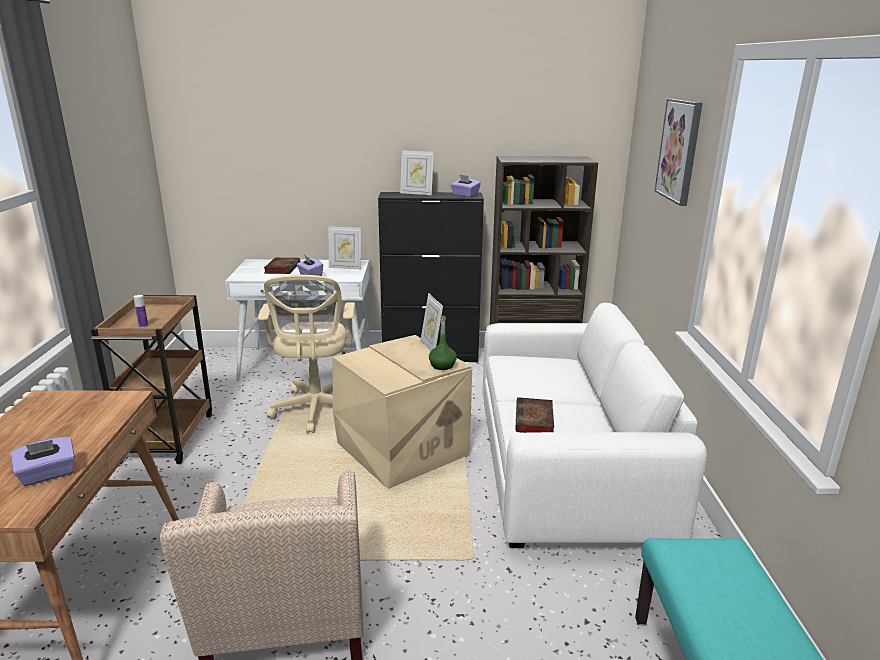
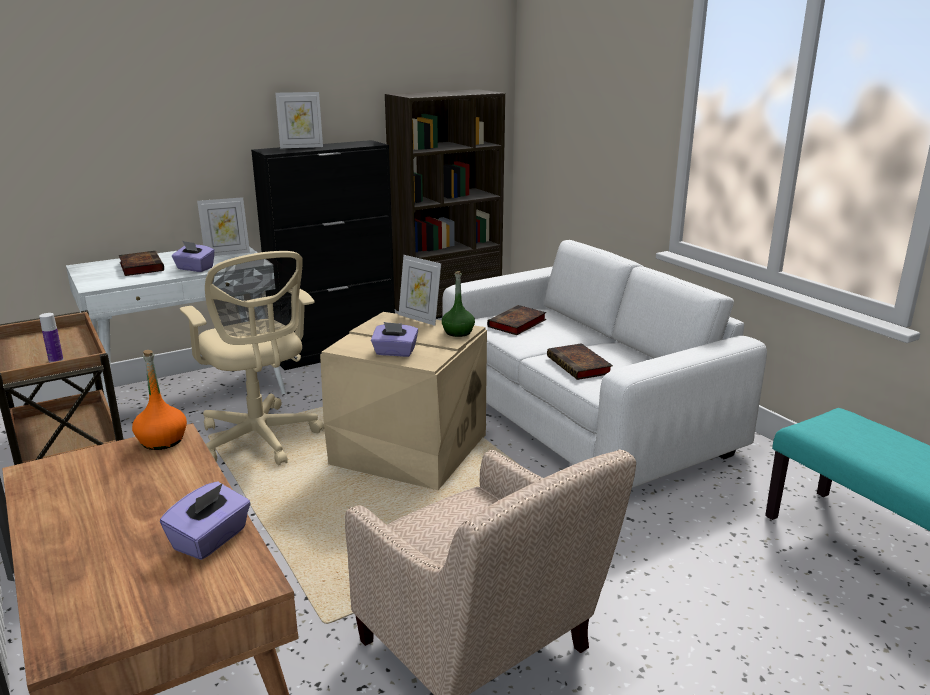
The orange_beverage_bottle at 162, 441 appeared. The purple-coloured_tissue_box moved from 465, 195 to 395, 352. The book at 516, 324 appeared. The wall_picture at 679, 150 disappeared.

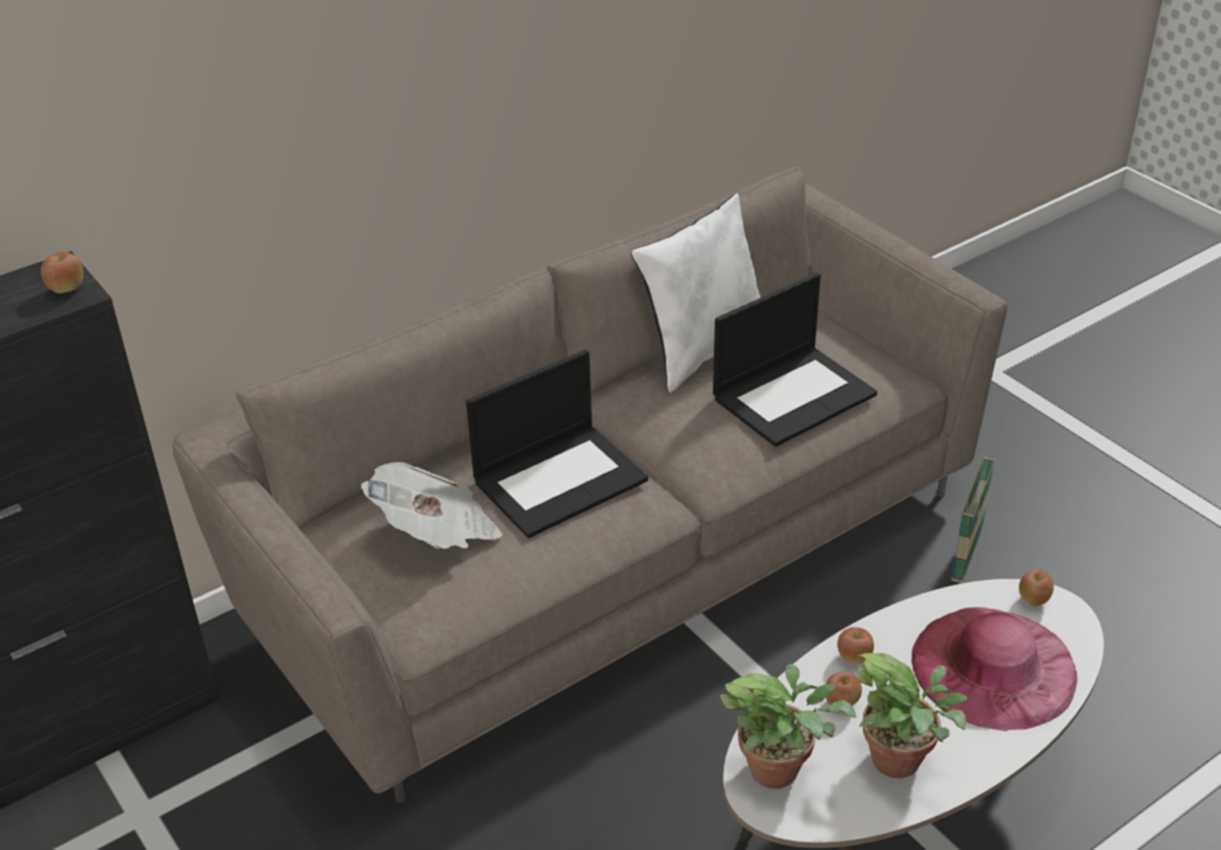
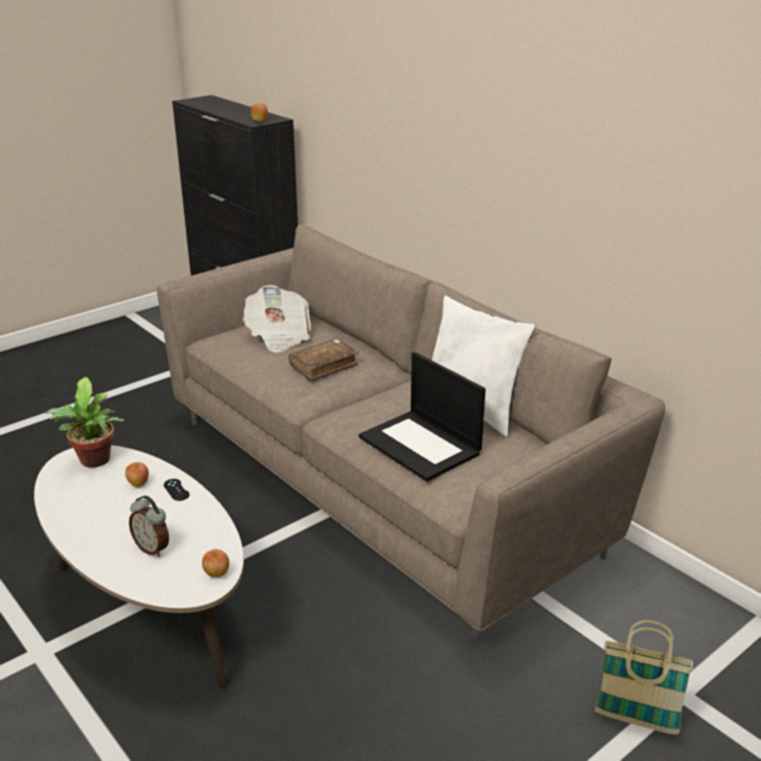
The pinkish_wearable_hat at 993, 667 was replaced by the bedside_clock at 153, 548. The apple at 854, 658 was replaced by the black_gamepad at 176, 490. The notebook_computer at 560, 479 was replaced by the brown_book at 323, 366. The basket moved from 966, 557 to 636, 721. The plant_in_a_pot at 902, 762 disappeared.

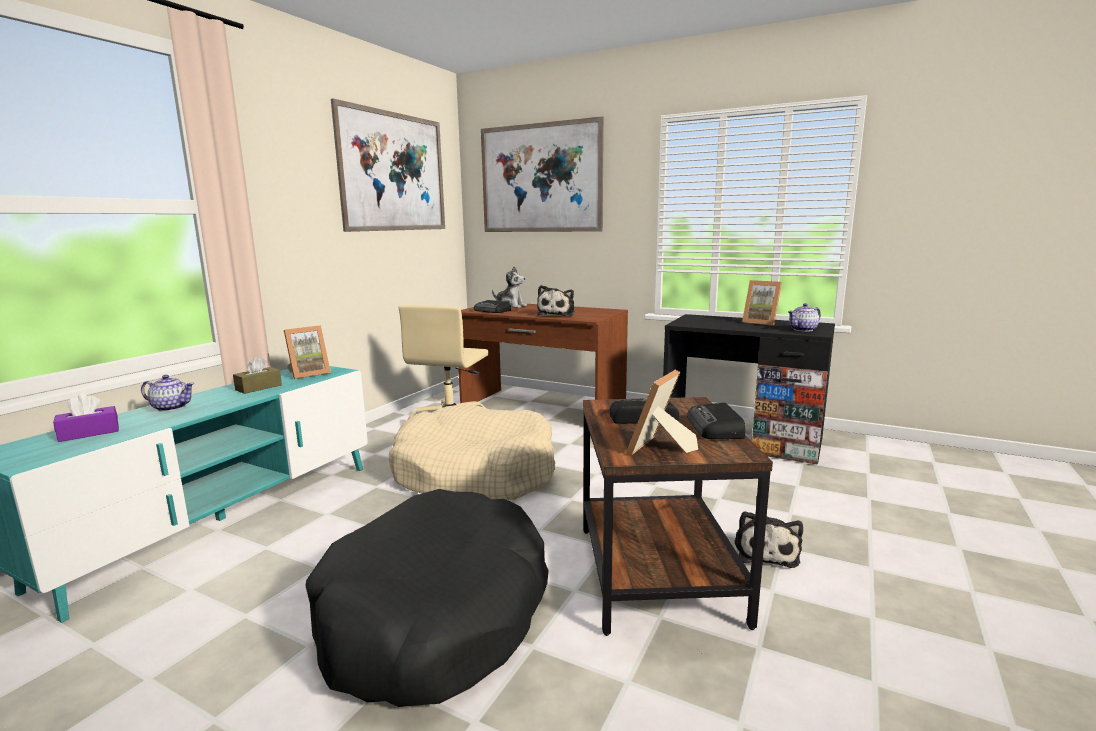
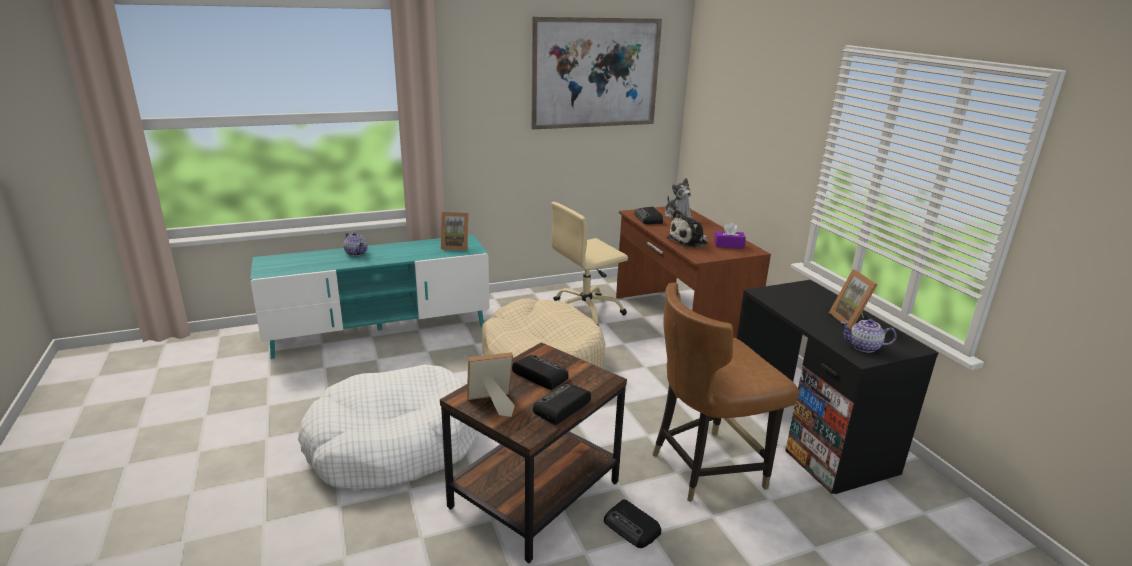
The black_dog_cushion at 435, 615 became the whitish_dog_cushion at 393, 444. The cuddly_toy at 765, 551 was replaced by the radio at 632, 528. The brown_upright_chair at 706, 467 appeared. The purple-coloured_tissue_box moved from 89, 433 to 729, 245. The brown_tissue_box at 258, 387 disappeared. The wall_picture at 540, 178 disappeared.

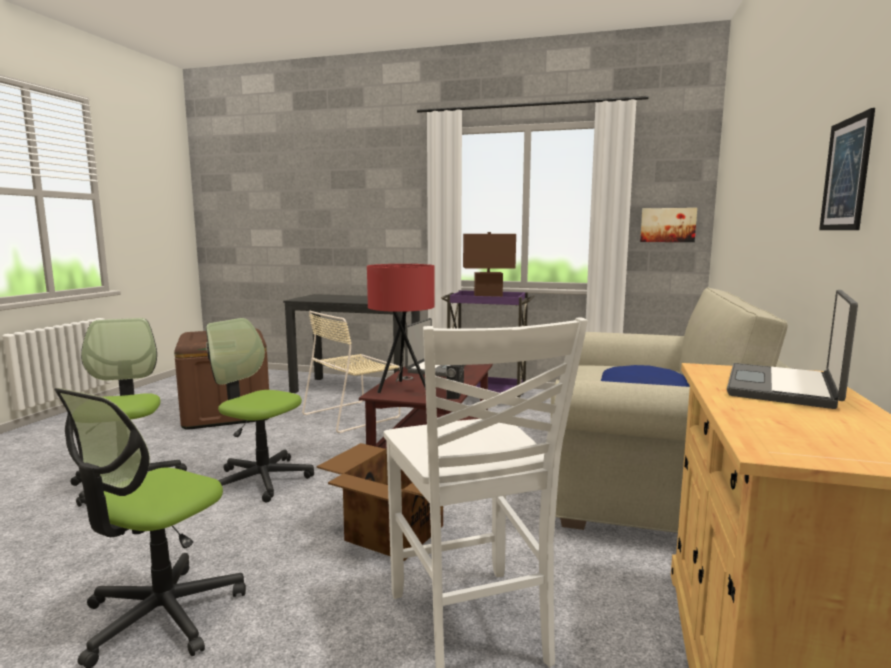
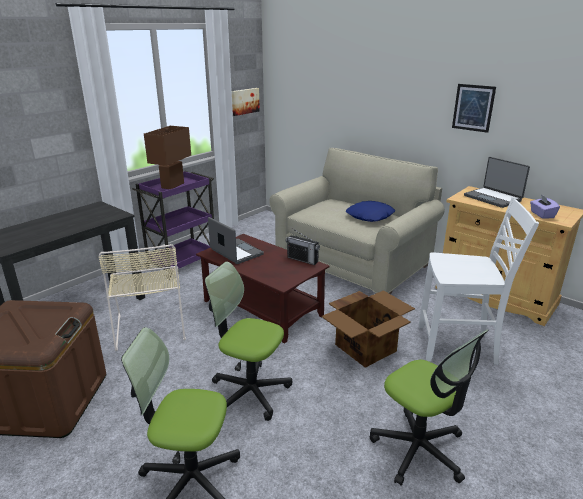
The desk_chair at 261, 480 turned 60 degrees clockwise. The purple-coloured_tissue_box at 541, 215 appeared. The red_tabletop_lamp at 403, 388 disappeared.

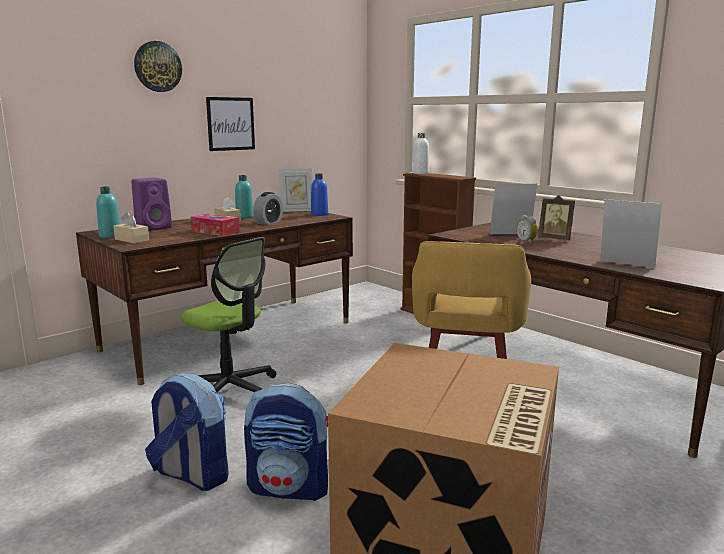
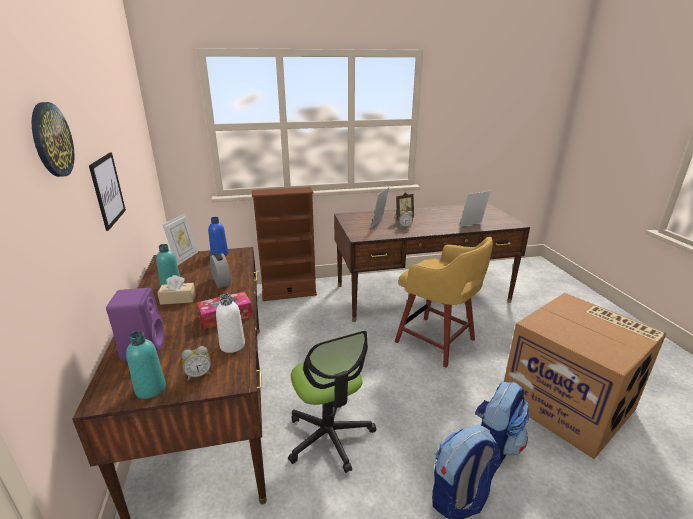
The beige_tissue_box at 132, 240 was replaced by the bedside_clock at 199, 375. The whitish_beverage_bottle moved from 420, 173 to 232, 345. The desk_chair at 230, 390 turned 90 degrees clockwise.

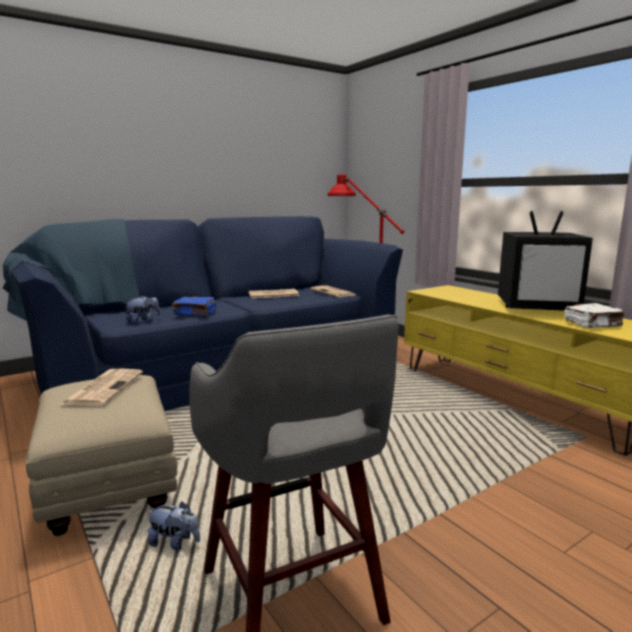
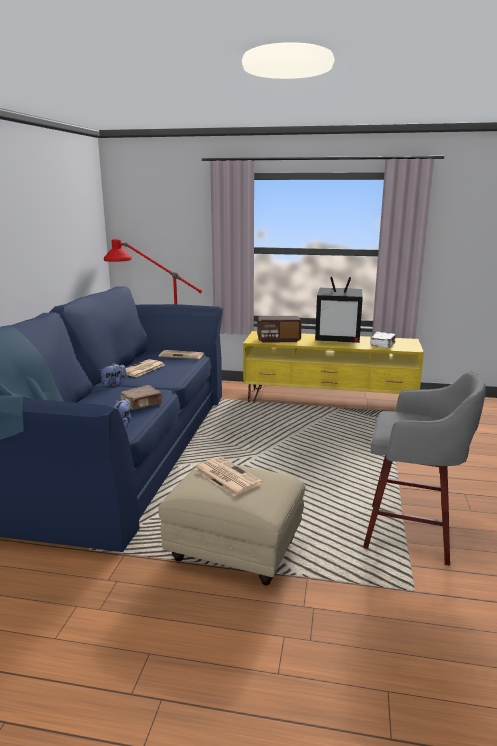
The cuddly_toy moved from 175, 543 to 114, 383. The bluish_book at 195, 314 became the brown_book at 142, 404. The radio at 278, 340 appeared. The TV at 537, 308 turned 45 degrees clockwise.

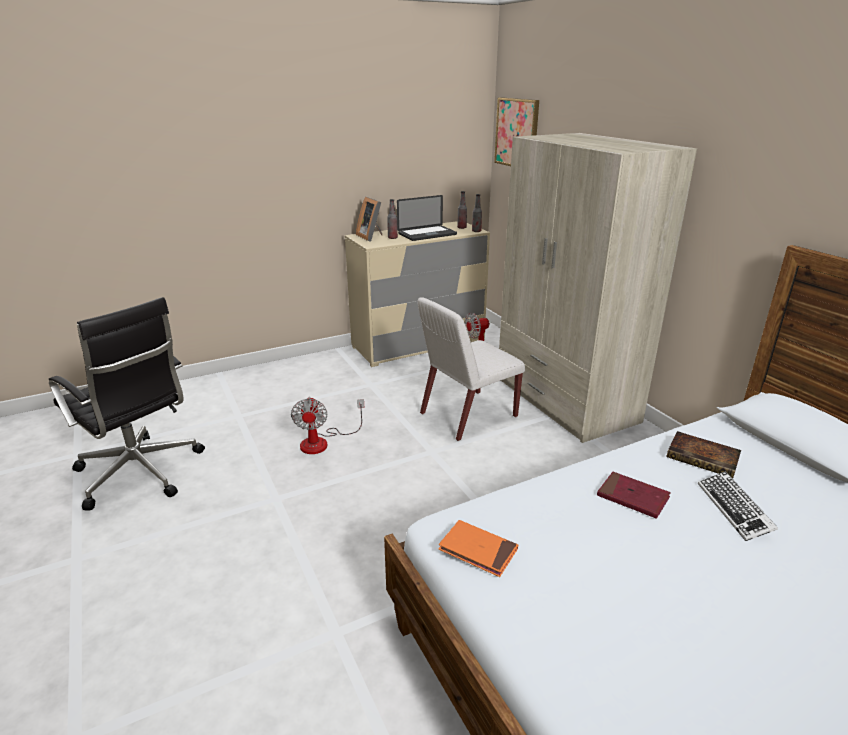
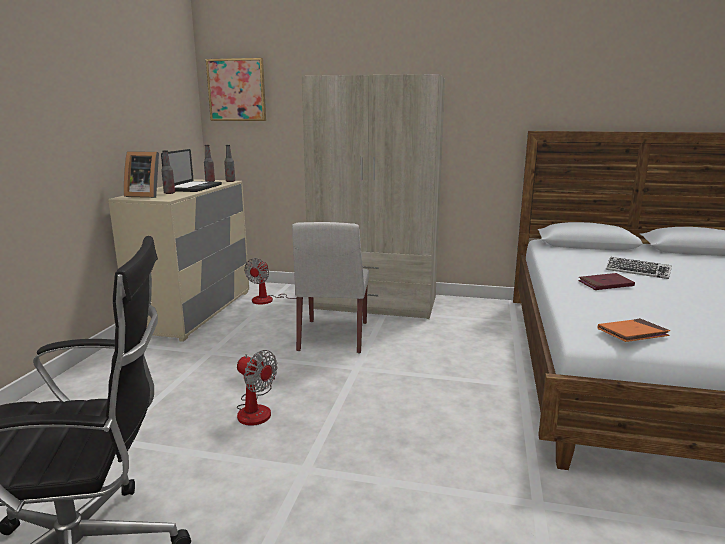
The book at 704, 458 disappeared.

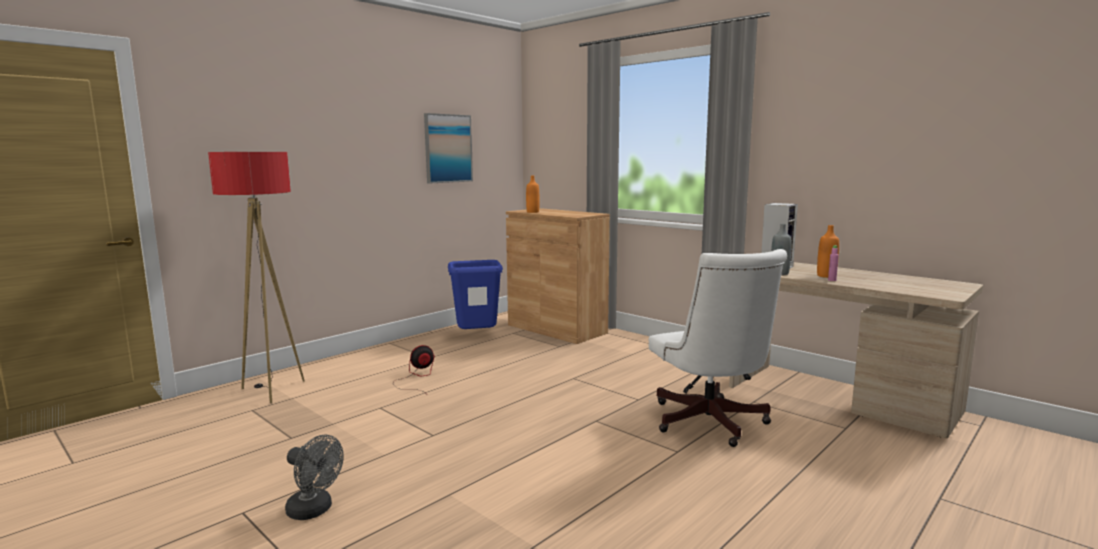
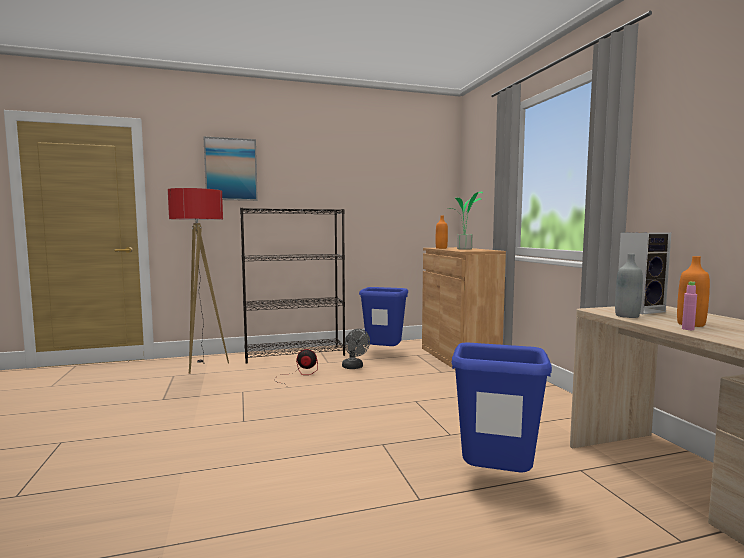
The wall_picture moved from 448, 148 to 231, 169. The black_bookshelf at 295, 354 appeared. The grey_electric_fan moved from 315, 510 to 354, 367. The plant_in_a_pot at 465, 249 appeared. The whitish_desk_chair at 710, 424 was replaced by the bluish_waste_bin at 495, 481.

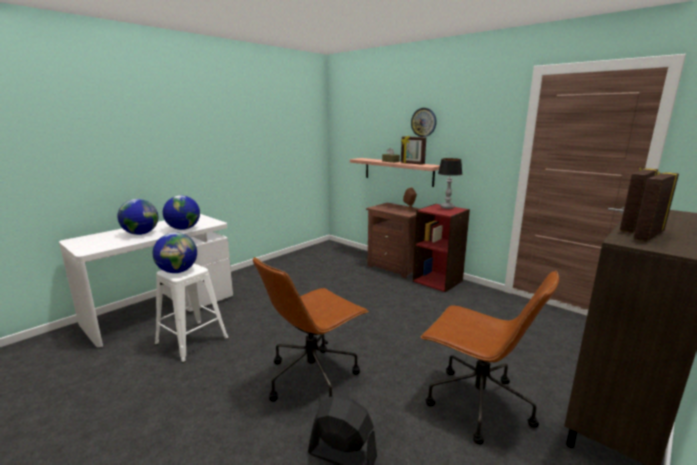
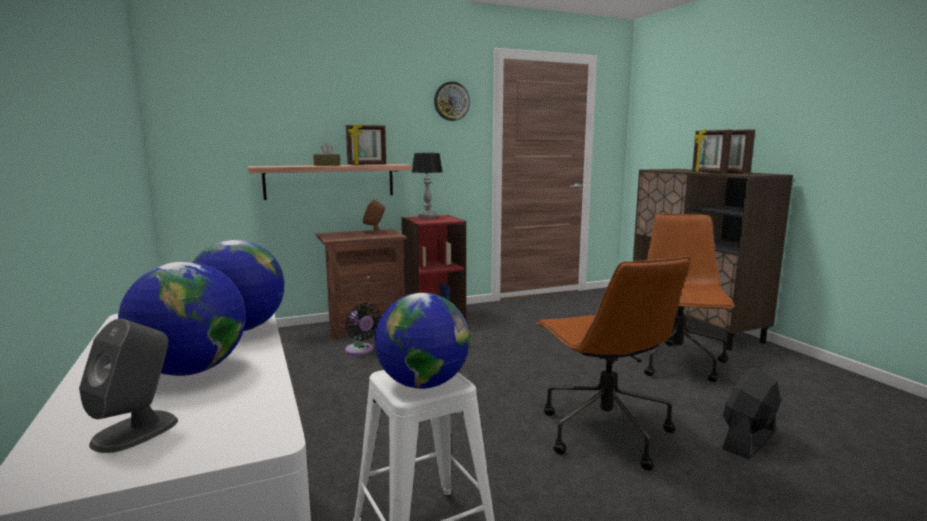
The grey_loudspeaker at 136, 431 appeared. The black_electric_fan at 360, 350 appeared. The hanging_clock moved from 423, 122 to 451, 101. The brown_desk_chair at 476, 403 turned 45 degrees counterclockwise.

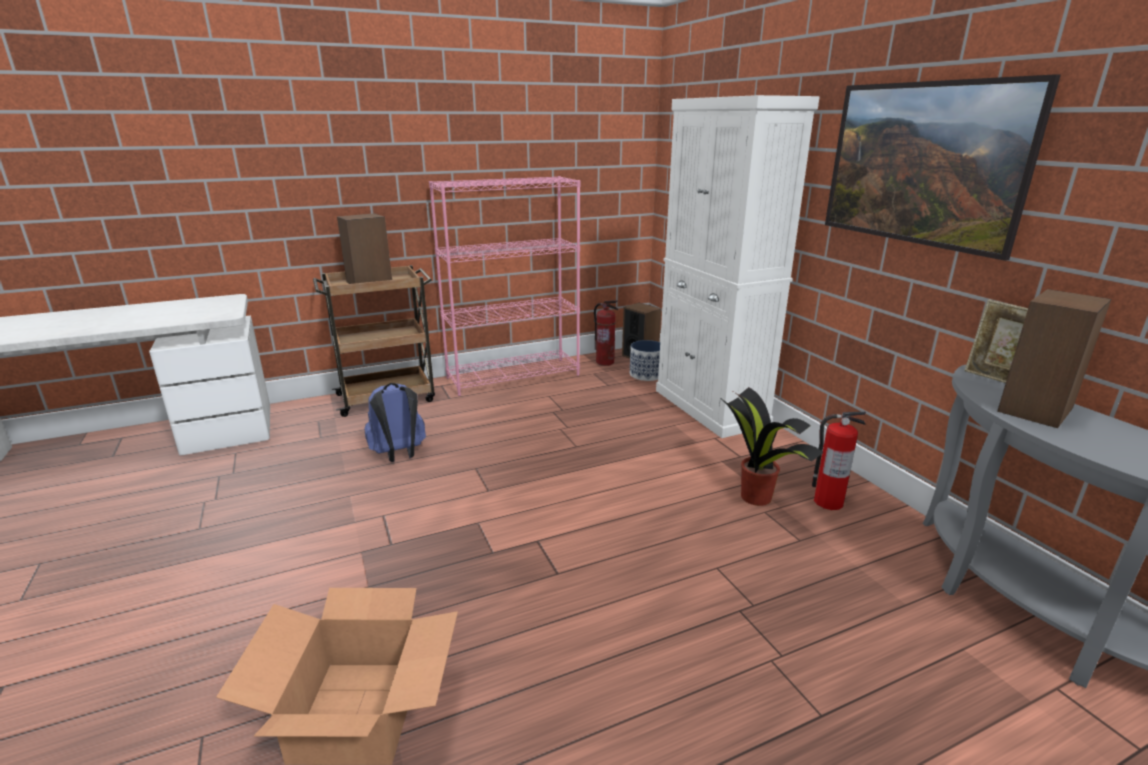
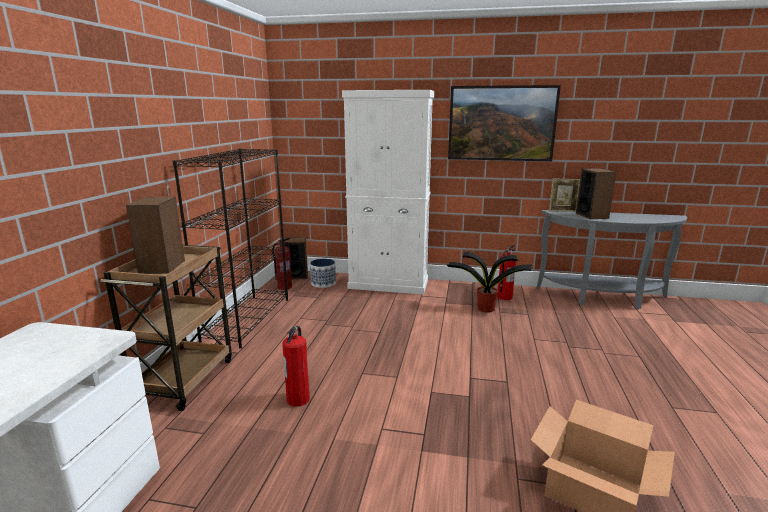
The pinkish_bookshelf at 514, 376 became the black_bookshelf at 248, 319. The bluish_knapsack at 399, 454 was replaced by the extinguisher at 298, 399.

